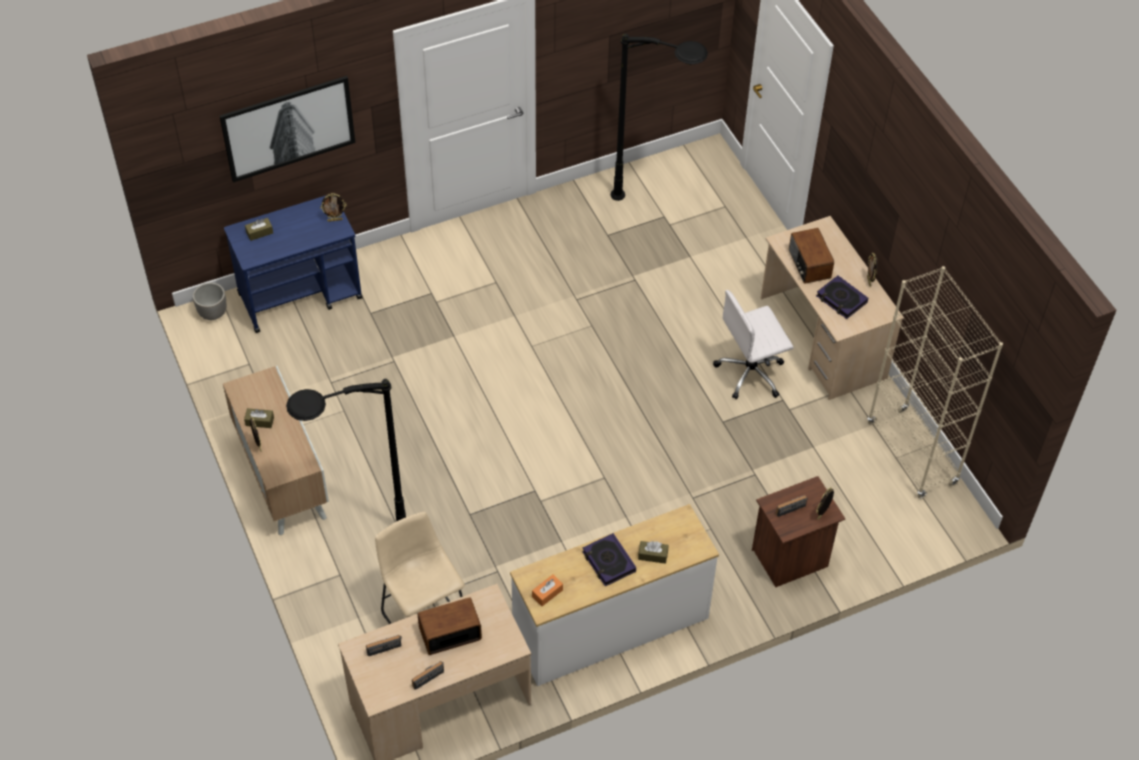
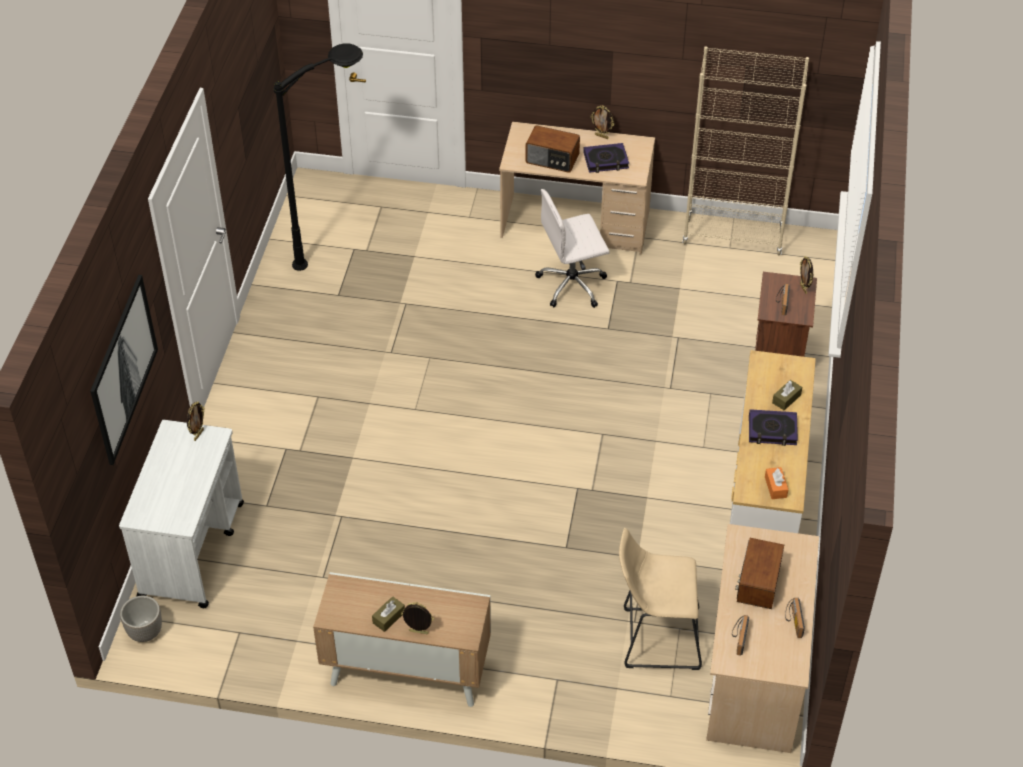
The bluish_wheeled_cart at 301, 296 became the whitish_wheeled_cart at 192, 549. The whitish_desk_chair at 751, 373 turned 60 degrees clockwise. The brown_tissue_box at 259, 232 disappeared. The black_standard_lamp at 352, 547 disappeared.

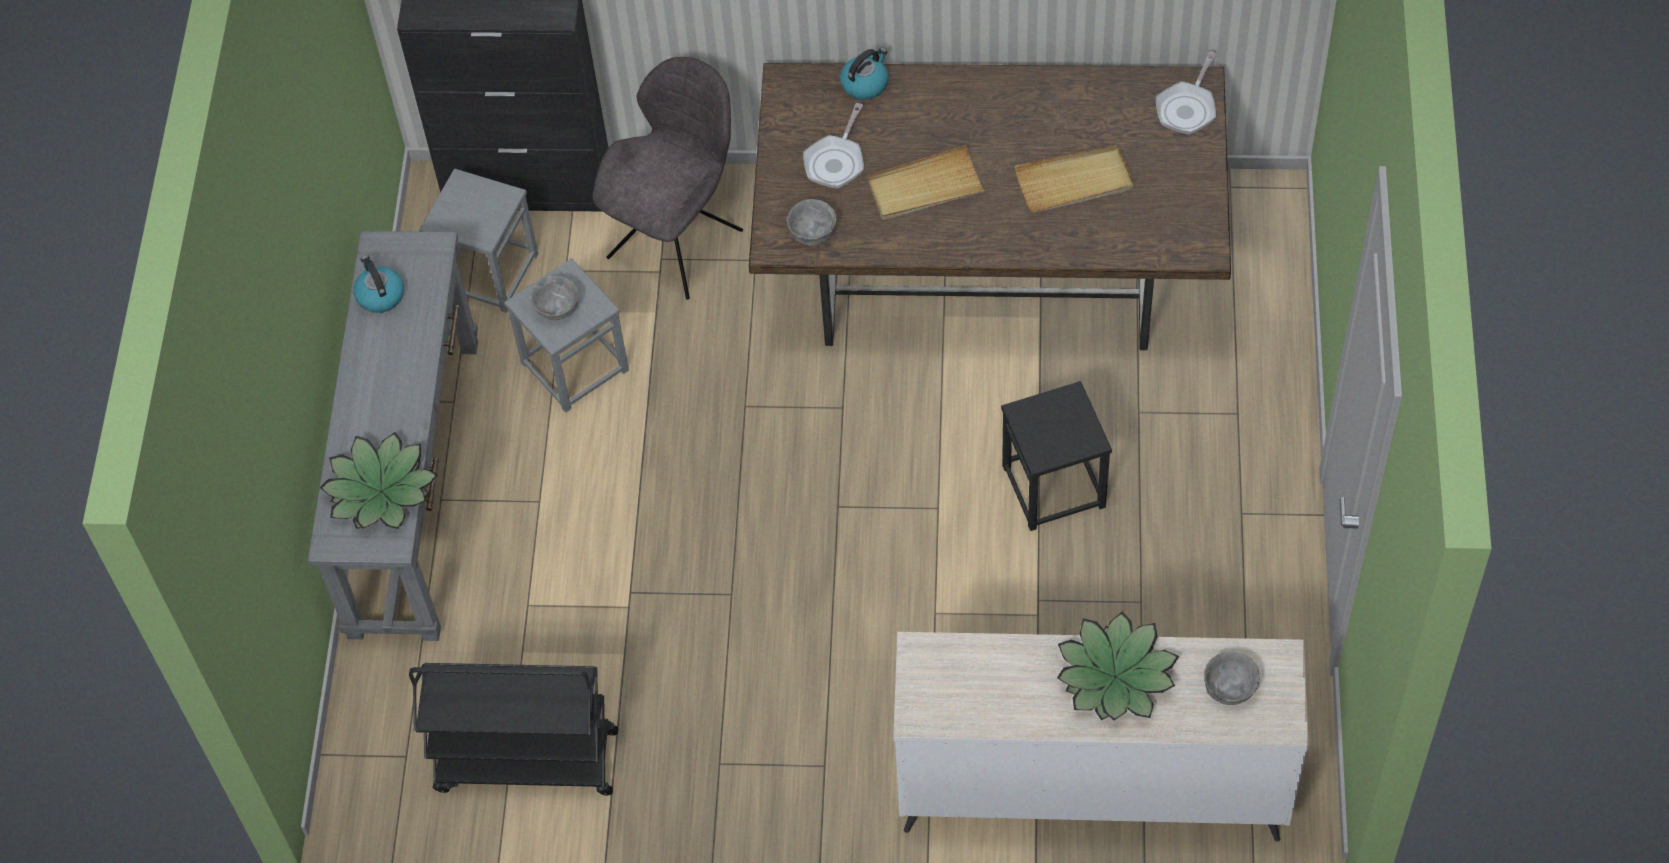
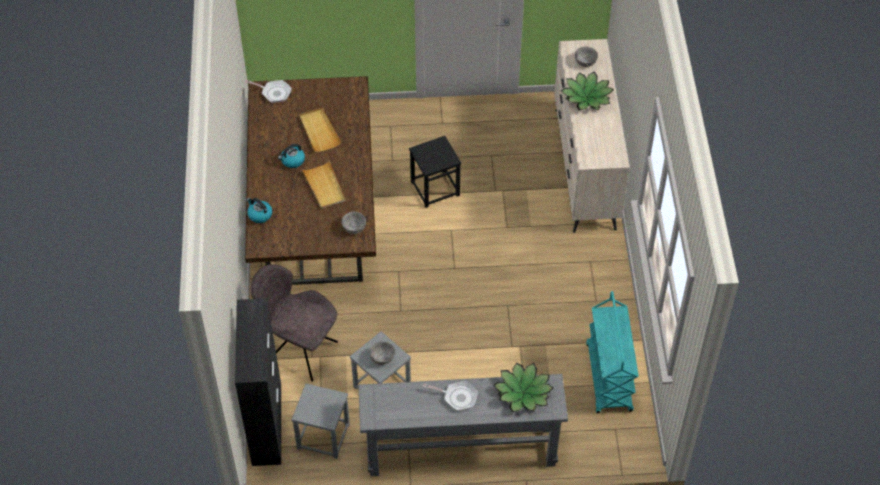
The kettle moved from 380, 295 to 292, 161. The skillet moved from 836, 161 to 457, 397. The black_wheeled_cart at 525, 762 became the turquoise-coloured_wheeled_cart at 609, 378.

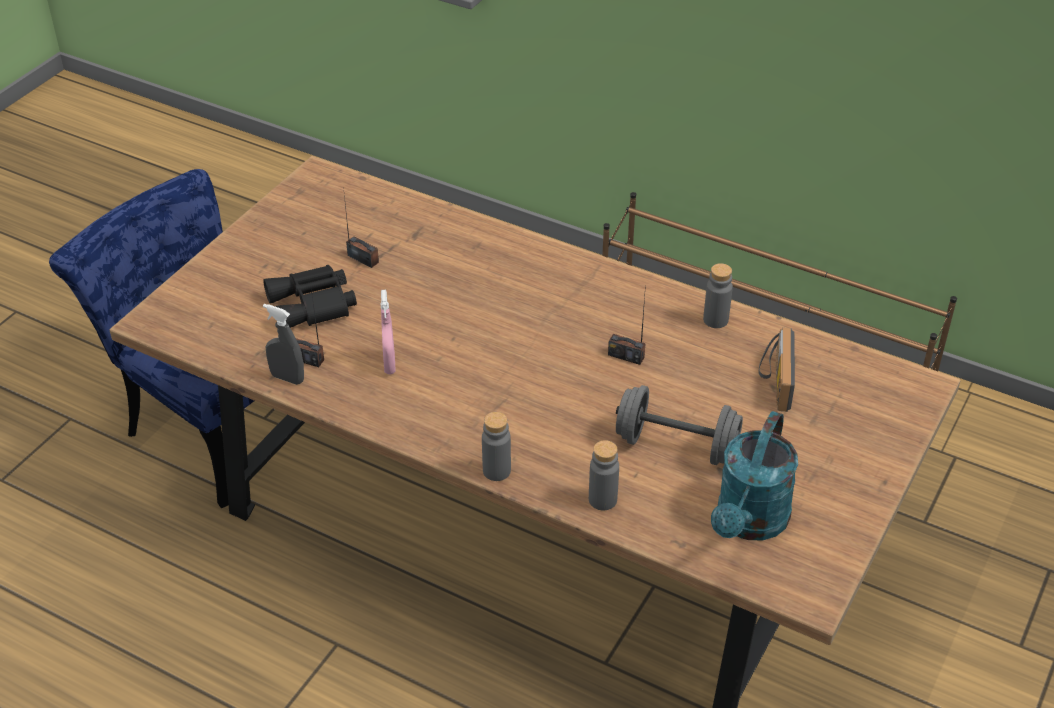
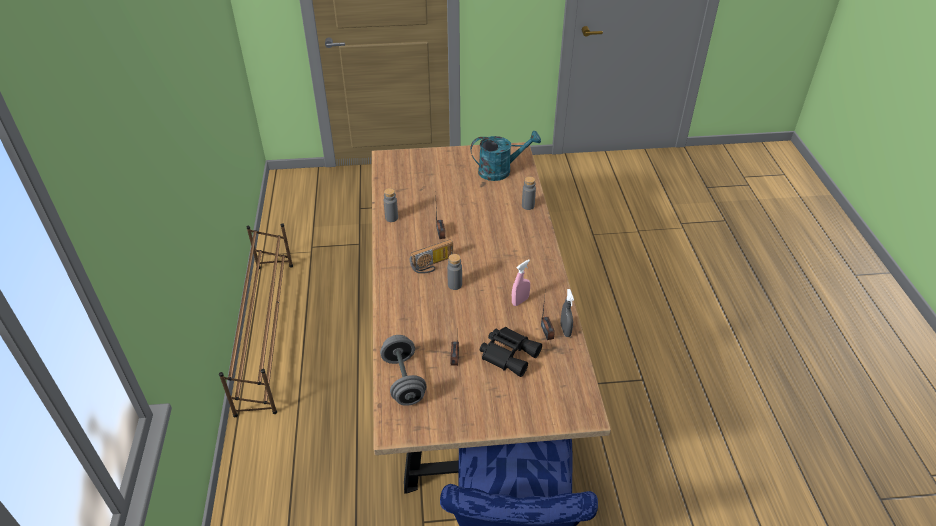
The grey_dumbbell moved from 677, 445 to 403, 380. The radio moved from 774, 380 to 433, 265. The grey_beverage_bottle moved from 496, 471 to 454, 285.

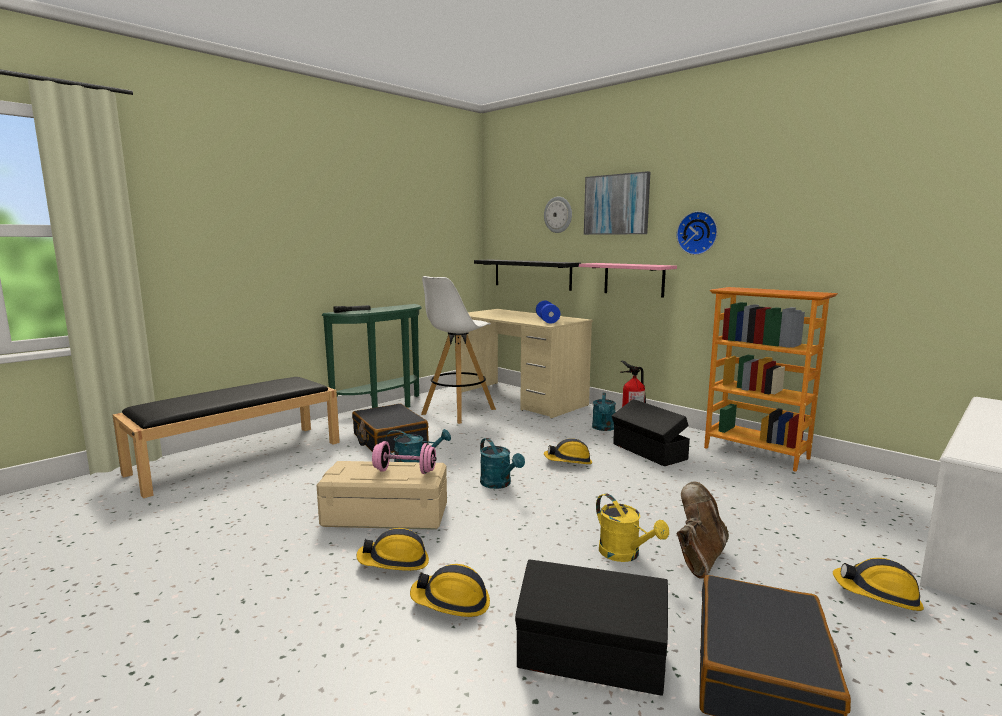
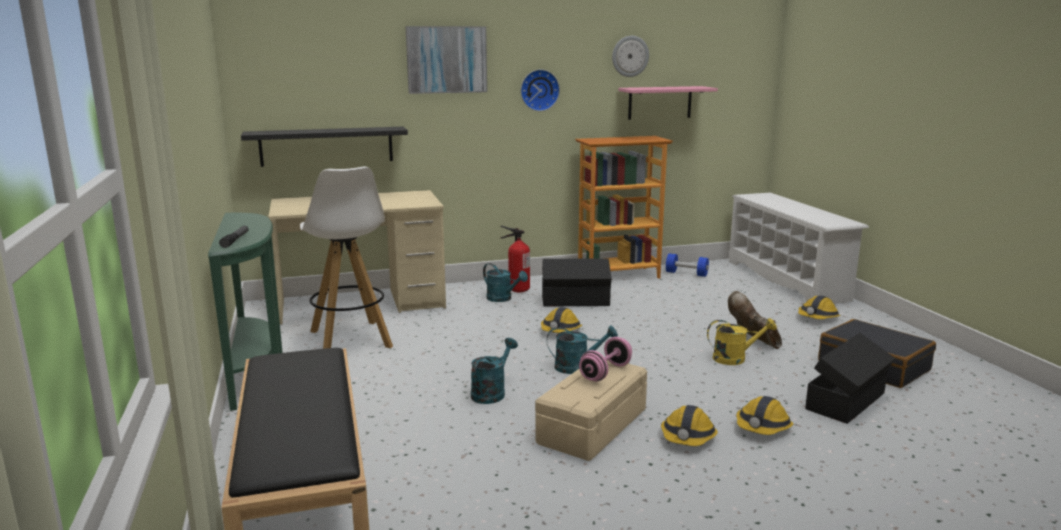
The hanging_clock moved from 558, 214 to 630, 56. The pinkish_wall_shelf moved from 634, 279 to 660, 102. The bluish_dumbbell moved from 547, 320 to 686, 274. The black_piece_of_luggage at 389, 440 disappeared.

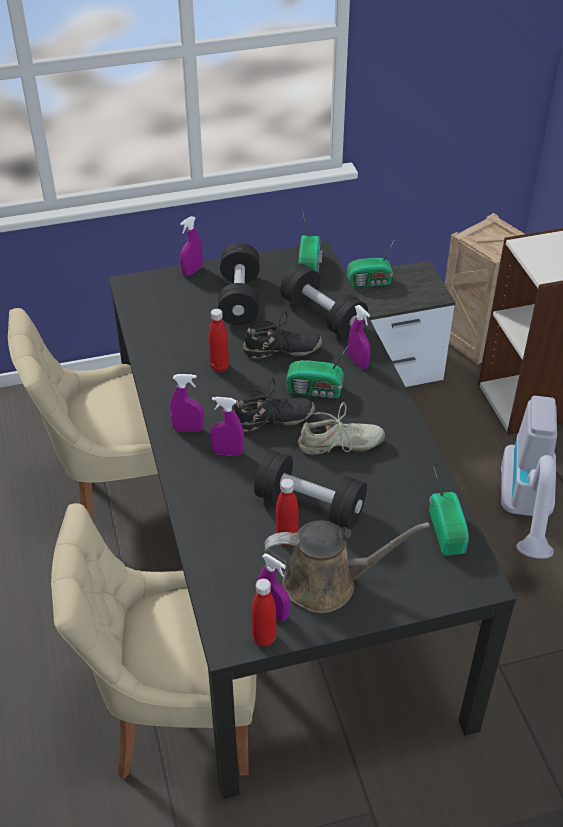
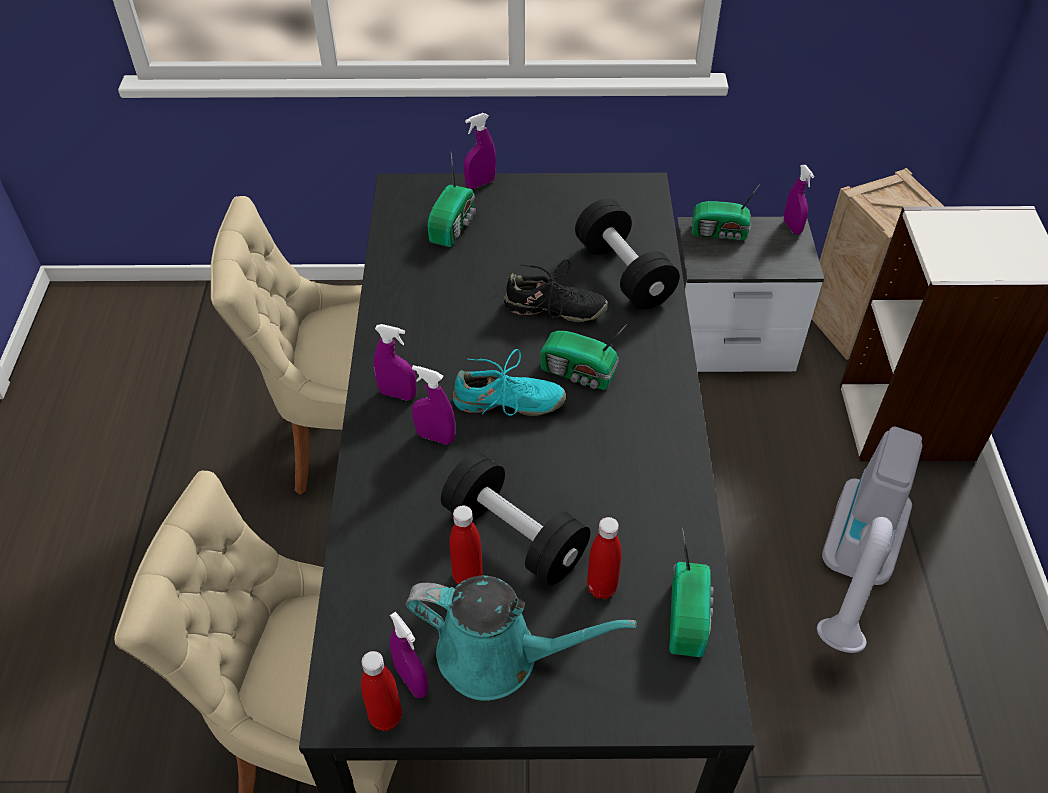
The brown_sprinkling_can at 327, 583 became the turquoise-coloured_sprinkling_can at 498, 656. The radio moved from 310, 265 to 454, 225. The black_low_shoe at 271, 420 became the turquoise-coloured_low_shoe at 507, 403. The red_beverage_bottle moved from 219, 367 to 601, 588. The purple-coloured_sprayer moved from 358, 362 to 792, 227. The black_dumbbell at 239, 299 disappeared. The beige_low_shoe at 340, 445 disappeared.

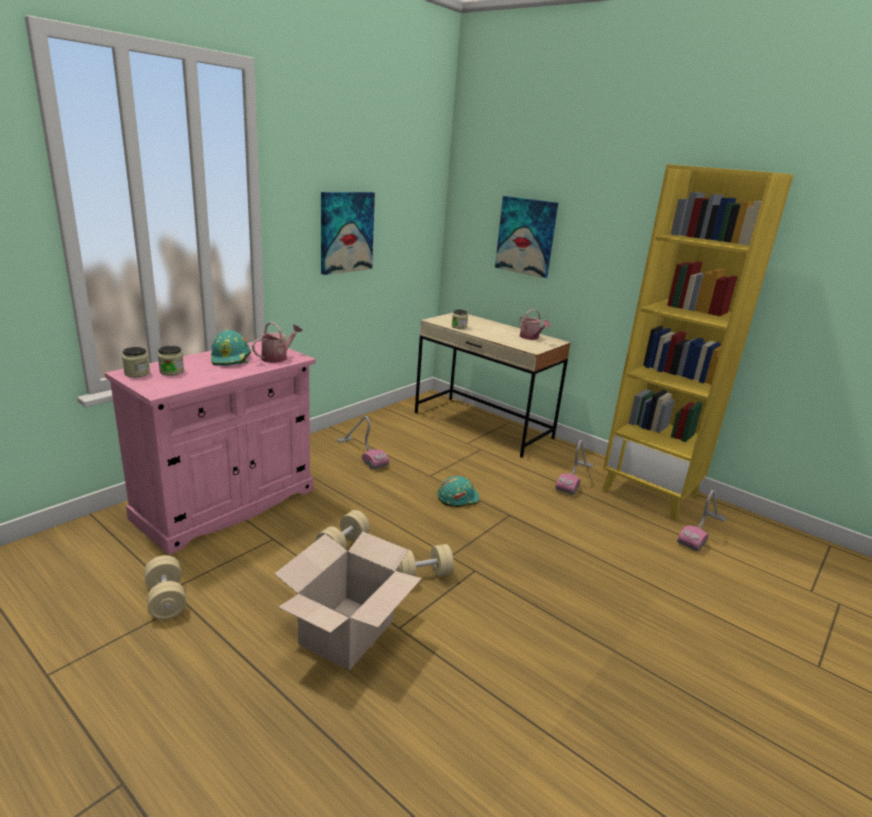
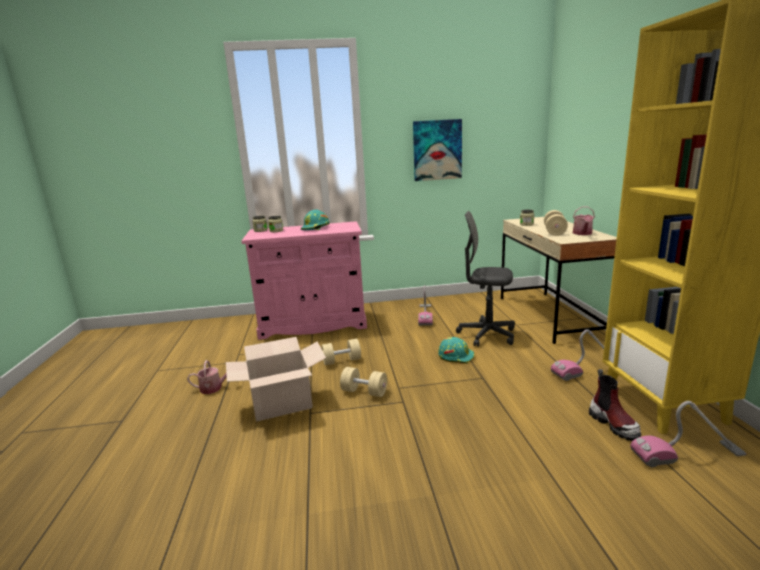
The sprinkling_can moved from 277, 357 to 214, 388. The grey_desk_chair at 487, 335 appeared. The beige_dumbbell moved from 166, 599 to 554, 232. The boot at 614, 424 appeared. The wall_picture at 526, 236 disappeared.

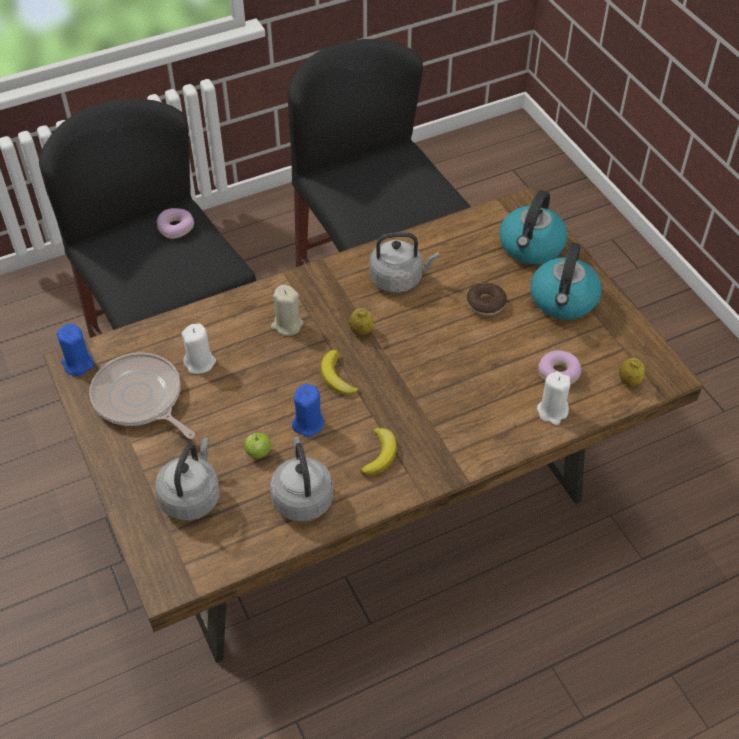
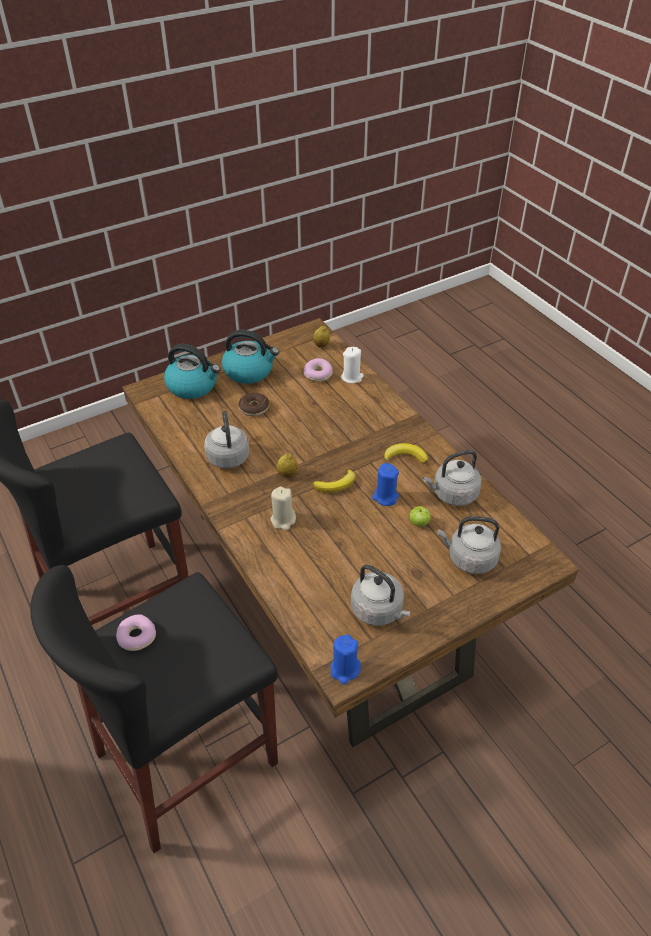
The skillet at 140, 399 was replaced by the grey_kettle at 379, 610. The whitish_wax_candle at 200, 362 disappeared.

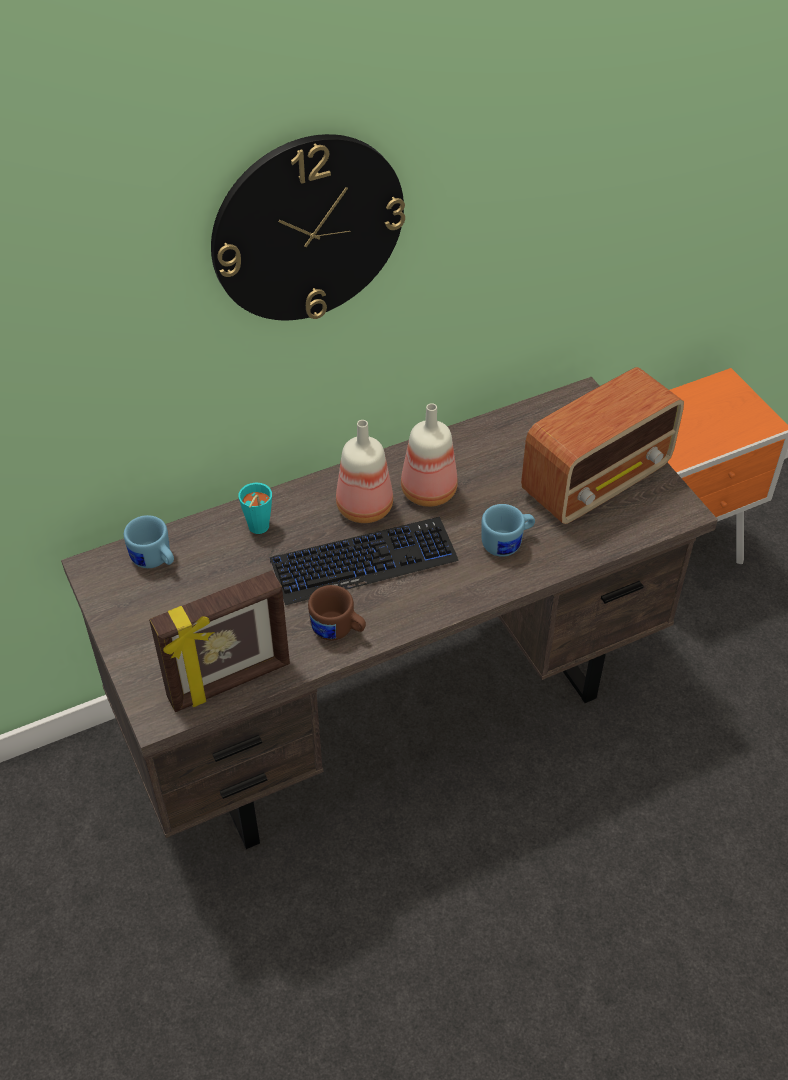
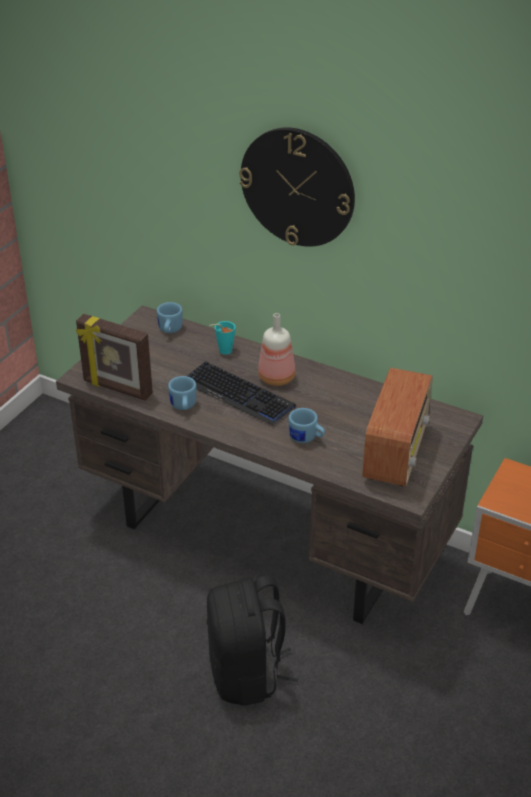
The brown_coffee_mug at 338, 630 became the bluish_coffee_mug at 183, 407. The black_knapsack at 247, 674 appeared. The radio at 597, 480 turned 90 degrees counterclockwise. The beverage_bottle at 427, 491 disappeared.

